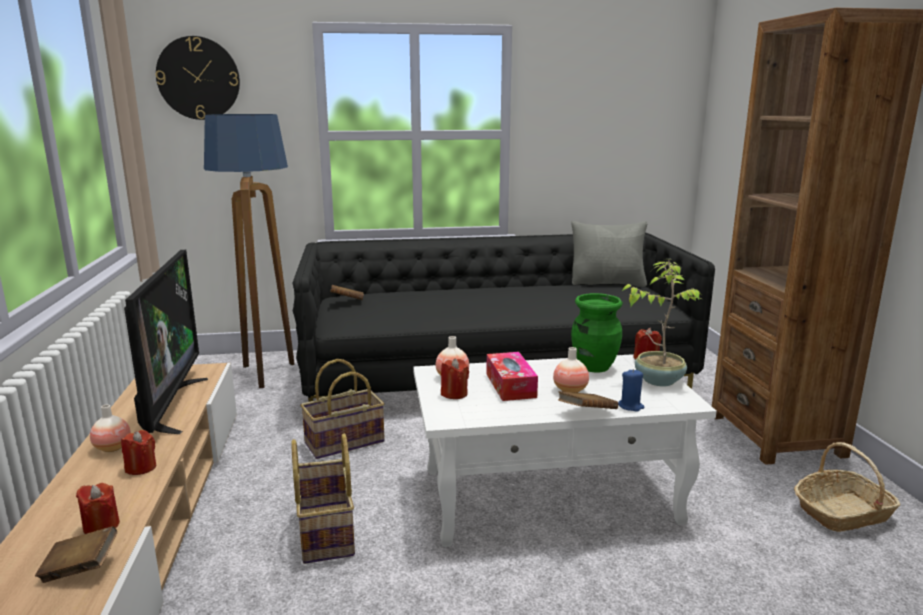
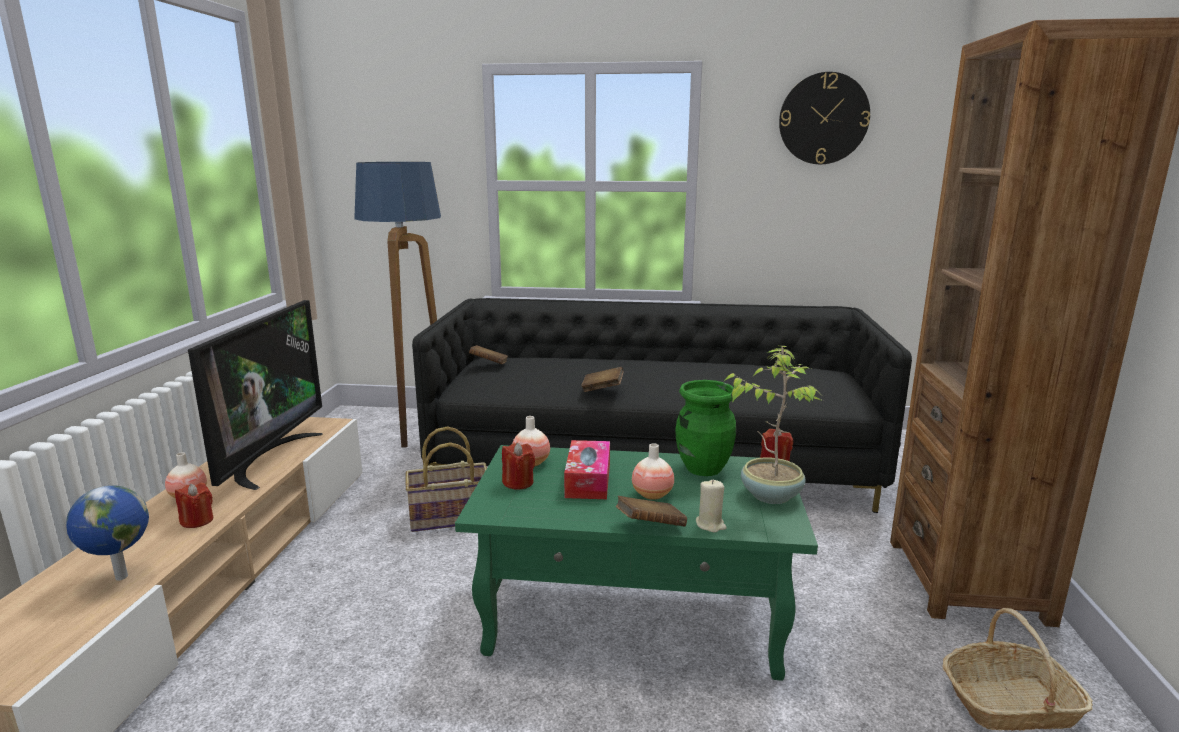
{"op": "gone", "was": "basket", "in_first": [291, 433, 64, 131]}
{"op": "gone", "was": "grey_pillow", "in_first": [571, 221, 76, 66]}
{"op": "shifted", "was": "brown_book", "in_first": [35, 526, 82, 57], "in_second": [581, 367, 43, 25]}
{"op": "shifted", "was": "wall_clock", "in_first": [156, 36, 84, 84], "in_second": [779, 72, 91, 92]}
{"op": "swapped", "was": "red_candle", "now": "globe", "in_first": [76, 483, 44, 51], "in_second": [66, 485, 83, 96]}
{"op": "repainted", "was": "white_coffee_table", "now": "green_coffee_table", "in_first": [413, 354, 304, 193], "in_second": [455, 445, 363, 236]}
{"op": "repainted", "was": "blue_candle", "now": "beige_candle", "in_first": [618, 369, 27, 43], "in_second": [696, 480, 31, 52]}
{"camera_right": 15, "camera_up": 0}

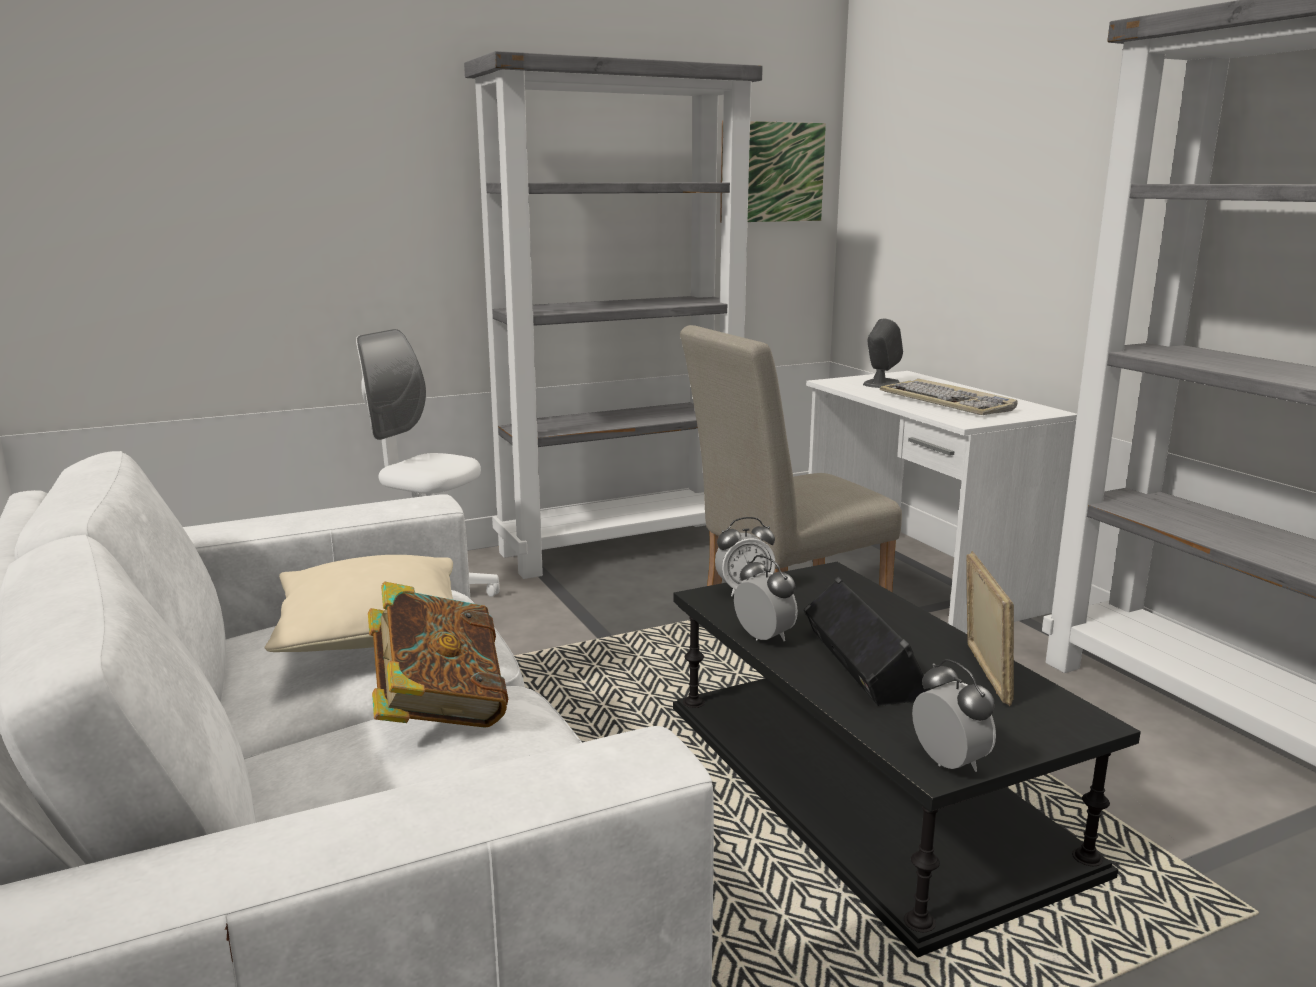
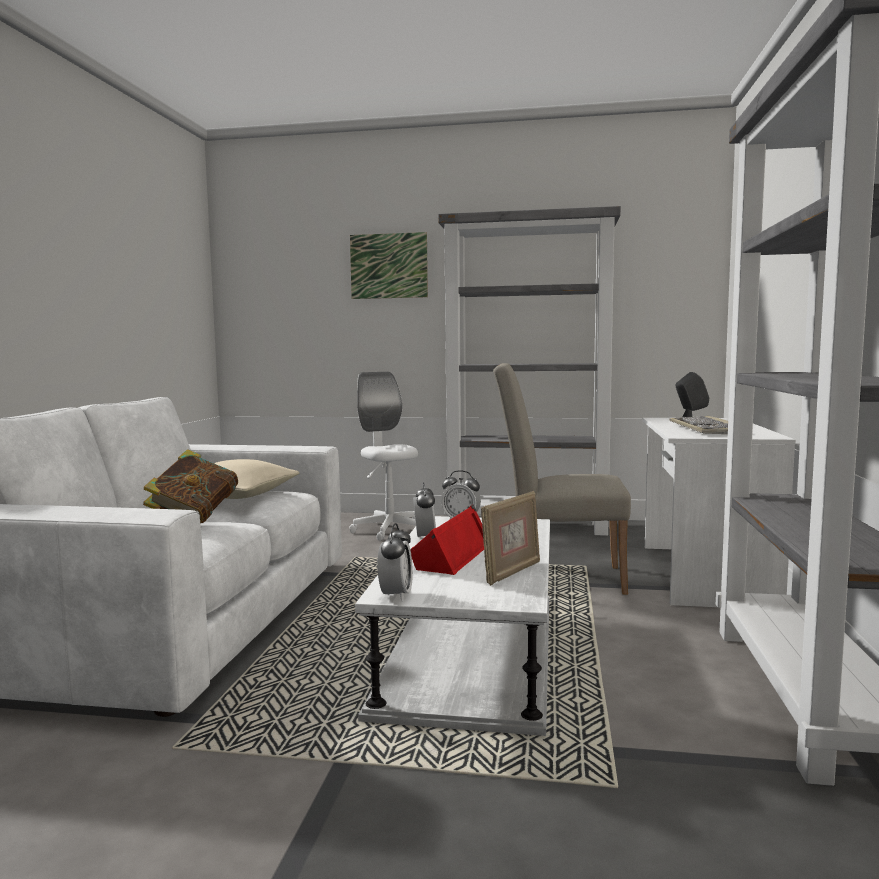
{"op": "shifted", "was": "picture", "in_first": [720, 121, 106, 102], "in_second": [350, 232, 78, 67]}
{"op": "repainted", "was": "black_coffee_table", "now": "white_coffee_table", "in_first": [673, 562, 468, 396], "in_second": [355, 516, 195, 220]}
{"op": "repainted", "was": "black_speaker", "now": "red_speaker", "in_first": [804, 576, 126, 130], "in_second": [410, 505, 74, 70]}
{"camera_right": 35, "camera_up": -10}

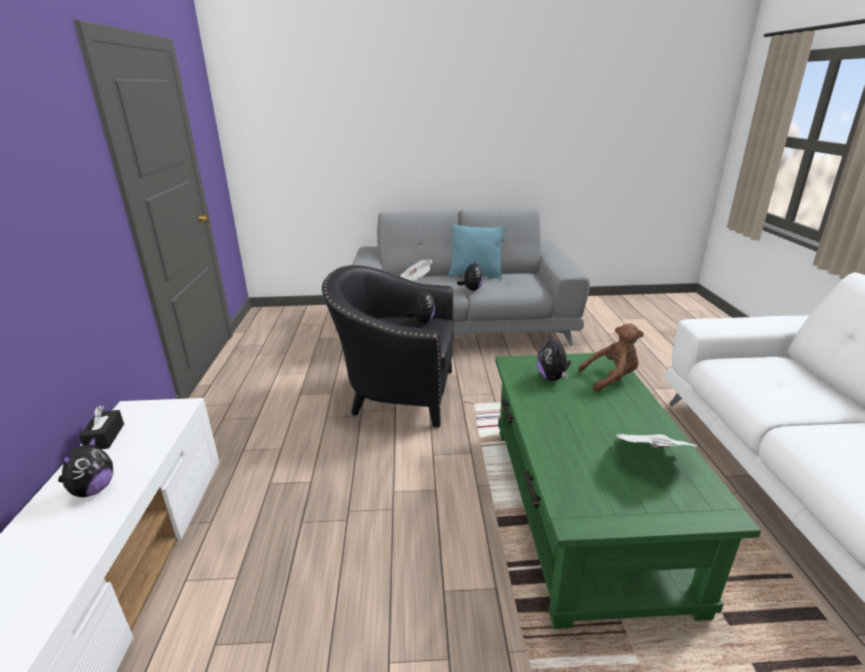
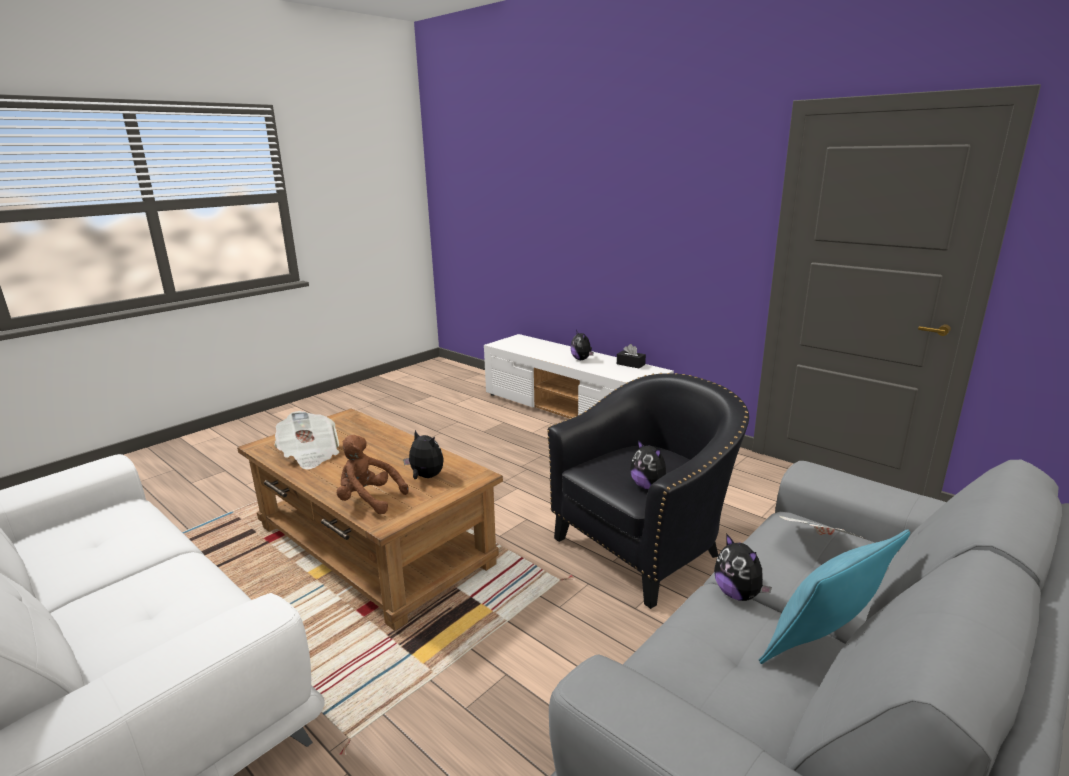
{"op": "repainted", "was": "green_coffee_table", "now": "brown_coffee_table", "in_first": [495, 353, 266, 276], "in_second": [237, 408, 266, 223]}
{"op": "rotated", "was": "brown_plush_toy", "in_first": [578, 323, 66, 69], "in_second": [337, 435, 72, 79], "clockwise": 75}
{"camera_right": 135, "camera_up": -5}

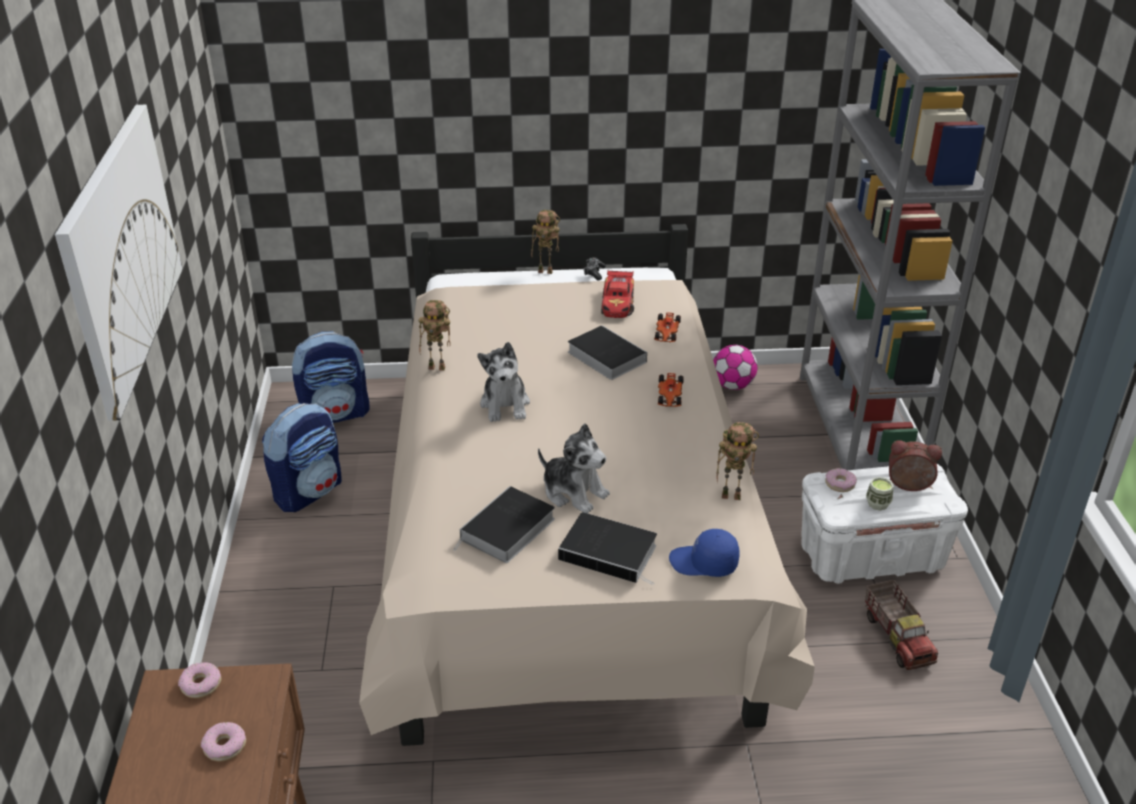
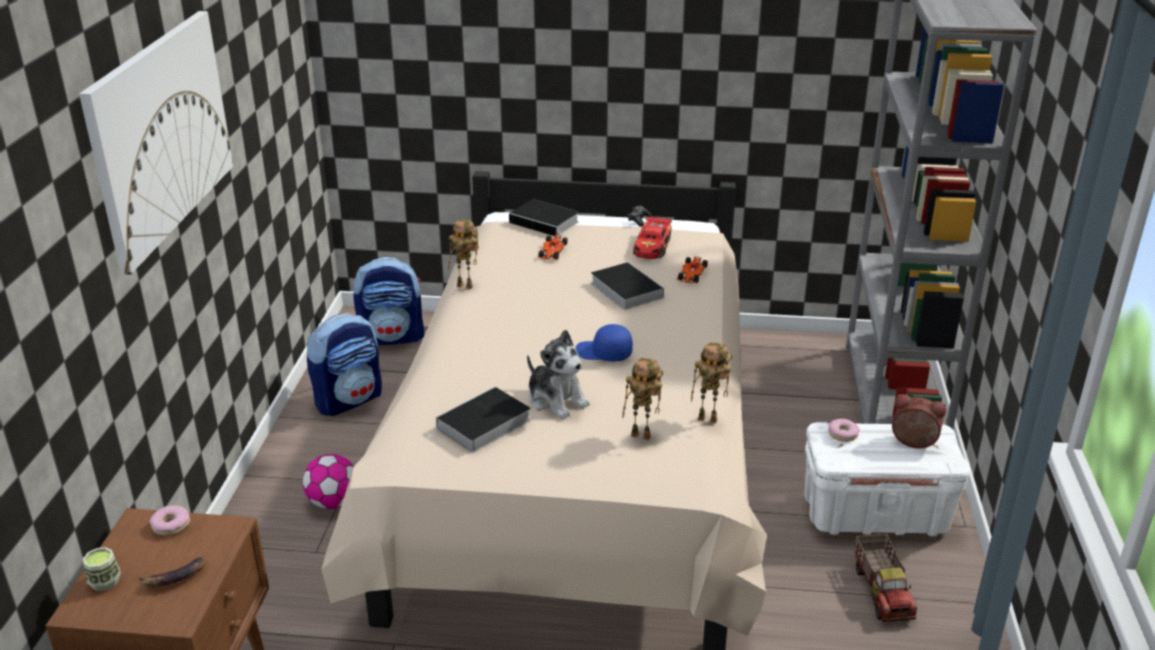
{"op": "gone", "was": "plush_toy", "in_first": [477, 342, 53, 80]}
{"op": "shifted", "was": "toy_robot", "in_first": [531, 210, 29, 64], "in_second": [622, 358, 41, 82]}
{"op": "shifted", "was": "book", "in_first": [558, 512, 99, 73], "in_second": [509, 199, 70, 38]}
{"op": "shifted", "was": "toy_car", "in_first": [658, 373, 26, 34], "in_second": [537, 235, 31, 25]}
{"op": "shifted", "was": "blue_cap", "in_first": [669, 529, 71, 48], "in_second": [575, 324, 58, 38]}
{"op": "shifted", "was": "football", "in_first": [713, 345, 45, 45], "in_second": [302, 454, 52, 55]}
{"op": "shifted", "was": "cup", "in_first": [866, 477, 28, 34], "in_second": [83, 547, 38, 44]}
{"op": "swapped", "was": "donut", "now": "banana", "in_first": [201, 722, 45, 39], "in_second": [138, 557, 67, 30]}
{"camera_right": 10, "camera_up": -5}

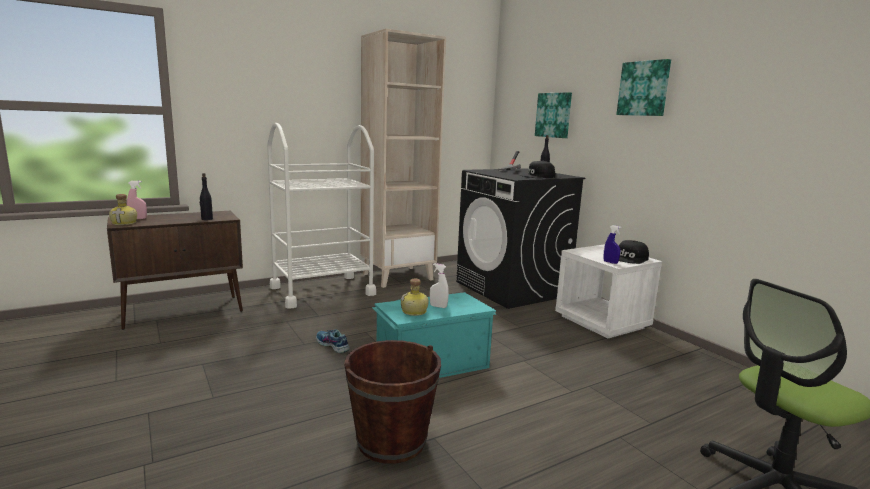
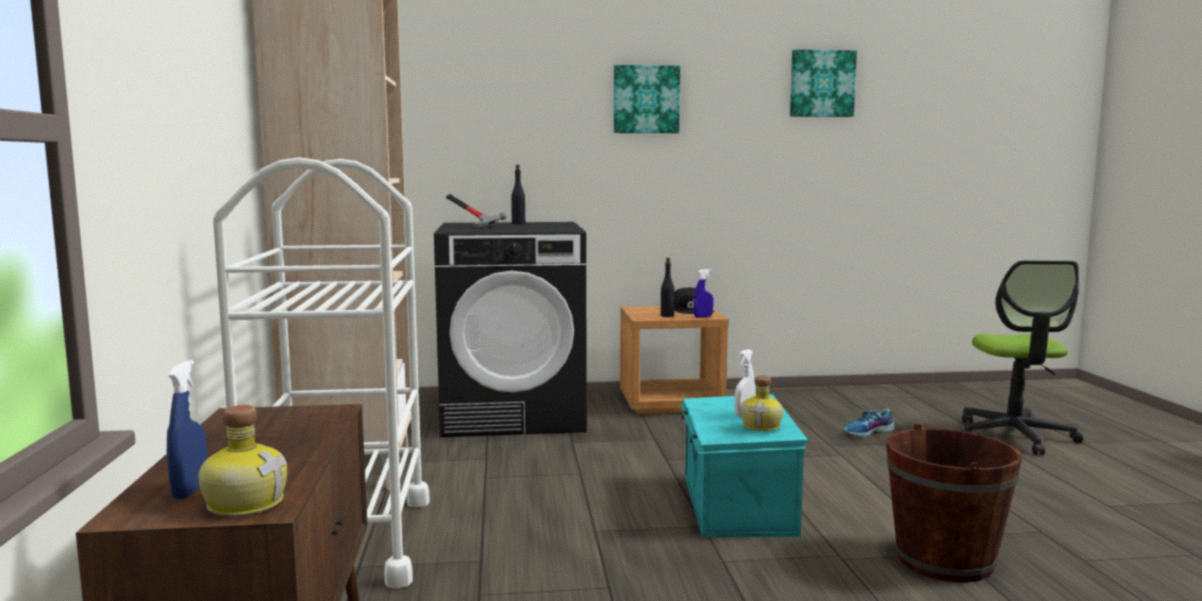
{"op": "gone", "was": "black_cap", "in_first": [520, 161, 35, 17]}
{"op": "shifted", "was": "black_bottle", "in_first": [200, 173, 13, 47], "in_second": [661, 258, 13, 59]}
{"op": "shifted", "was": "shoe", "in_first": [316, 329, 34, 24], "in_second": [843, 408, 51, 30]}
{"op": "shifted", "was": "picture", "in_first": [535, 92, 37, 46], "in_second": [790, 49, 67, 68]}
{"op": "repainted", "was": "pink_spray_bottle", "now": "blue_spray_bottle", "in_first": [127, 181, 20, 38], "in_second": [167, 360, 41, 139]}
{"op": "repainted", "was": "white_nightstand", "now": "brown_nightstand", "in_first": [555, 245, 107, 93], "in_second": [620, 306, 109, 108]}
{"camera_right": -65, "camera_up": -5}

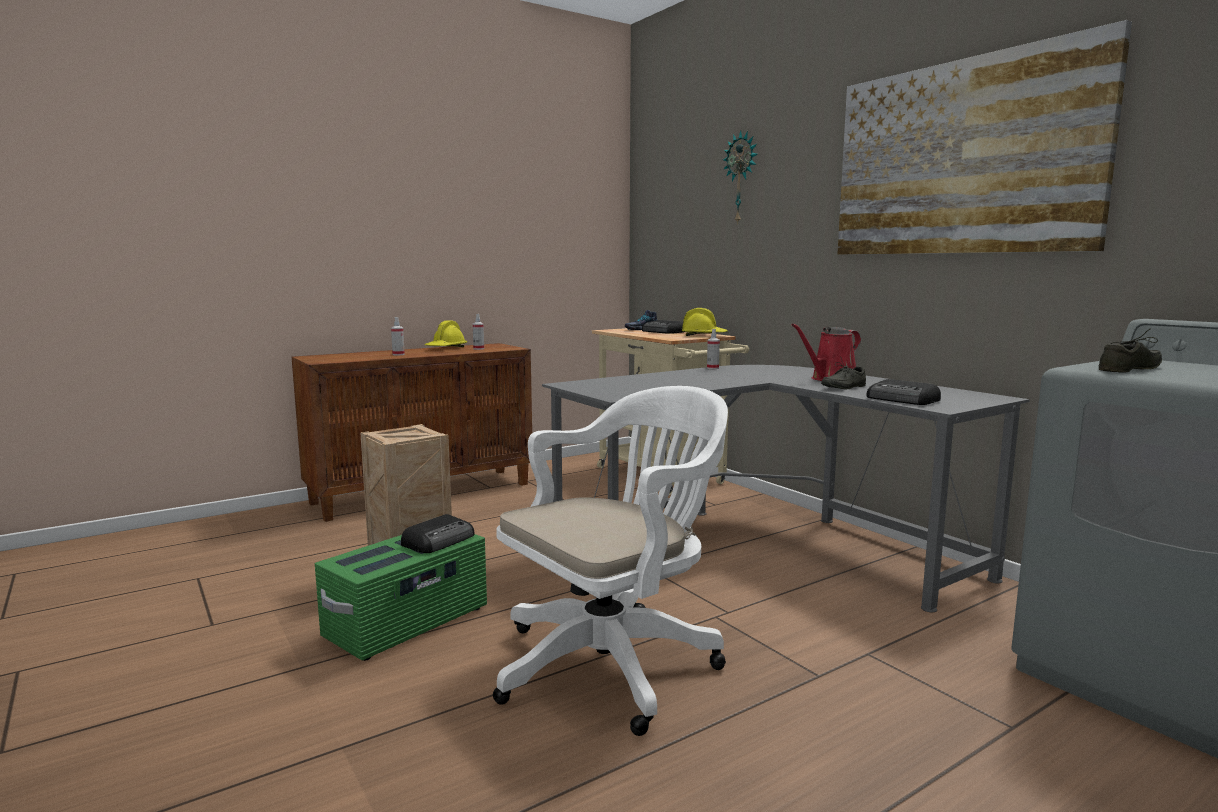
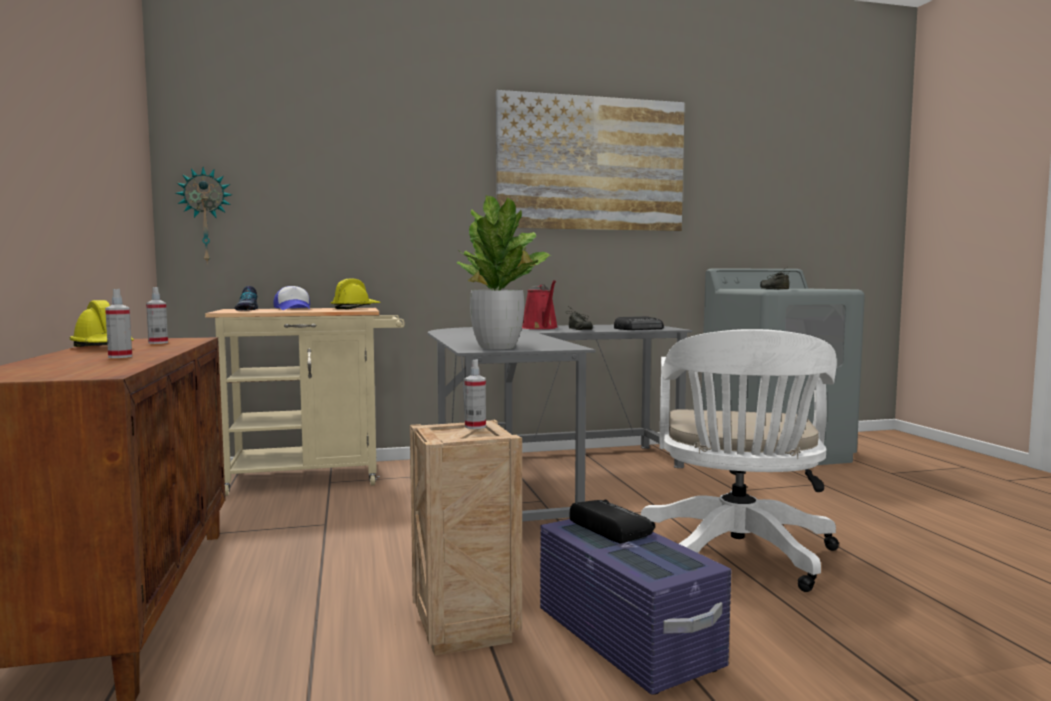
{"op": "new", "now": "potted_plant", "in_second": [457, 196, 94, 153]}
{"op": "shifted", "was": "spray_bottle", "in_first": [707, 329, 13, 40], "in_second": [464, 359, 22, 70]}
{"op": "shifted", "was": "wall_clock", "in_first": [723, 131, 35, 94], "in_second": [176, 167, 56, 97]}
{"op": "swapped", "was": "radio", "now": "cap", "in_first": [642, 320, 42, 14], "in_second": [273, 286, 37, 24]}
{"op": "repainted", "was": "green_storage_box", "now": "purple_storage_box", "in_first": [315, 534, 172, 127], "in_second": [540, 519, 191, 176]}
{"op": "rotated", "was": "white_office_chair", "in_first": [493, 386, 235, 350], "in_second": [641, 329, 198, 263], "clockwise": -150}
{"camera_right": -70, "camera_up": -5}

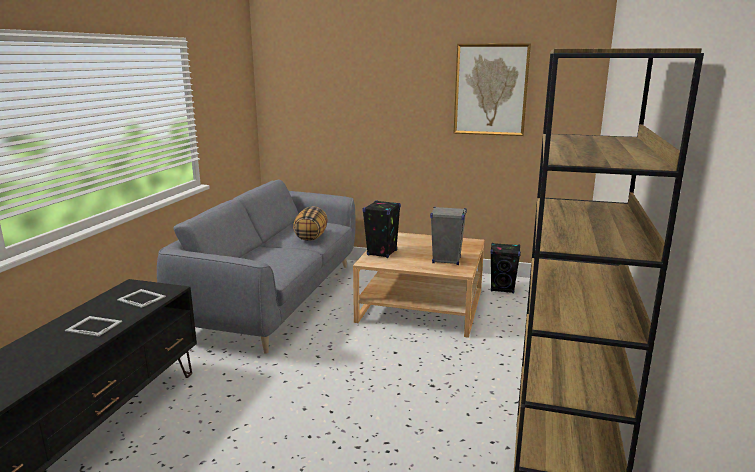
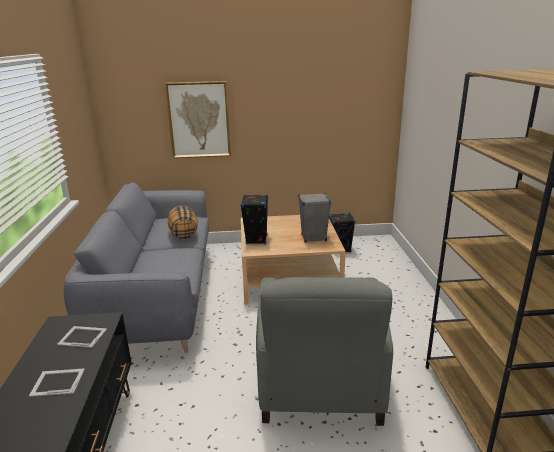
{"op": "new", "now": "grey_armchair", "in_second": [256, 277, 137, 149]}
{"op": "shifted", "was": "picture", "in_first": [453, 43, 78, 93], "in_second": [165, 81, 66, 77]}
{"camera_right": -20, "camera_up": 5}

